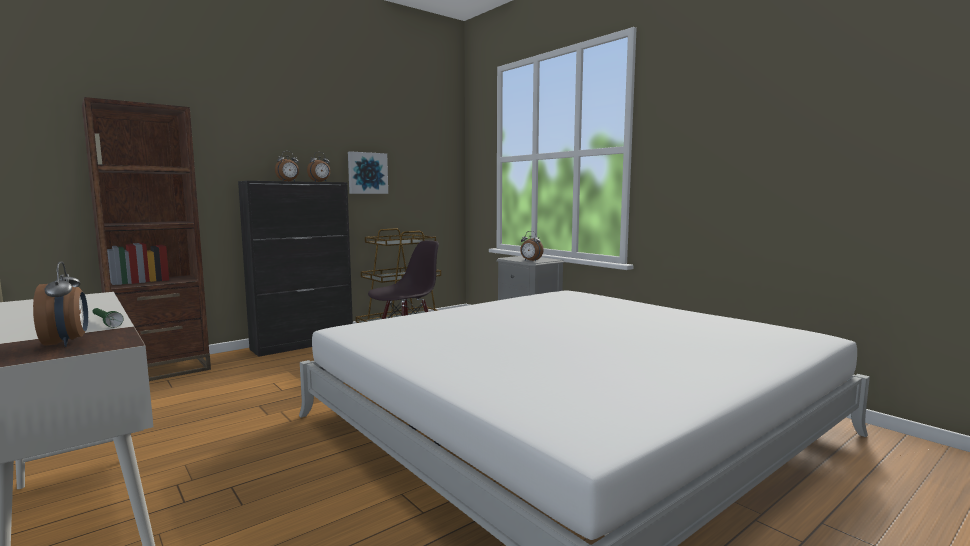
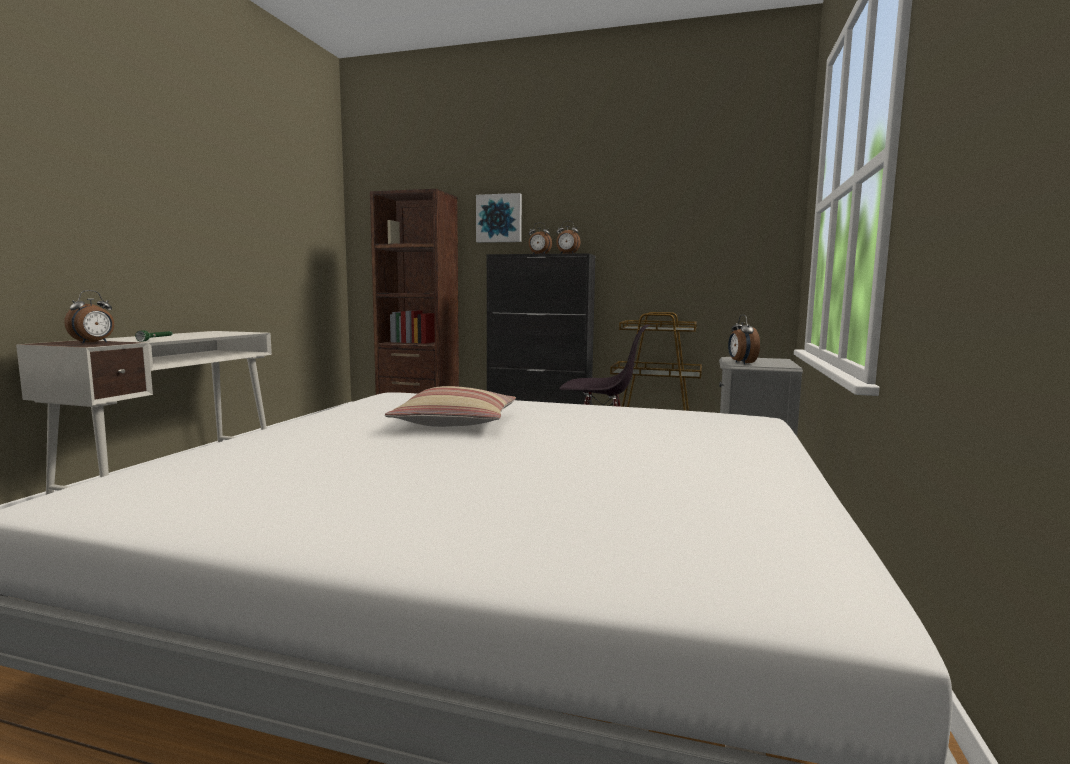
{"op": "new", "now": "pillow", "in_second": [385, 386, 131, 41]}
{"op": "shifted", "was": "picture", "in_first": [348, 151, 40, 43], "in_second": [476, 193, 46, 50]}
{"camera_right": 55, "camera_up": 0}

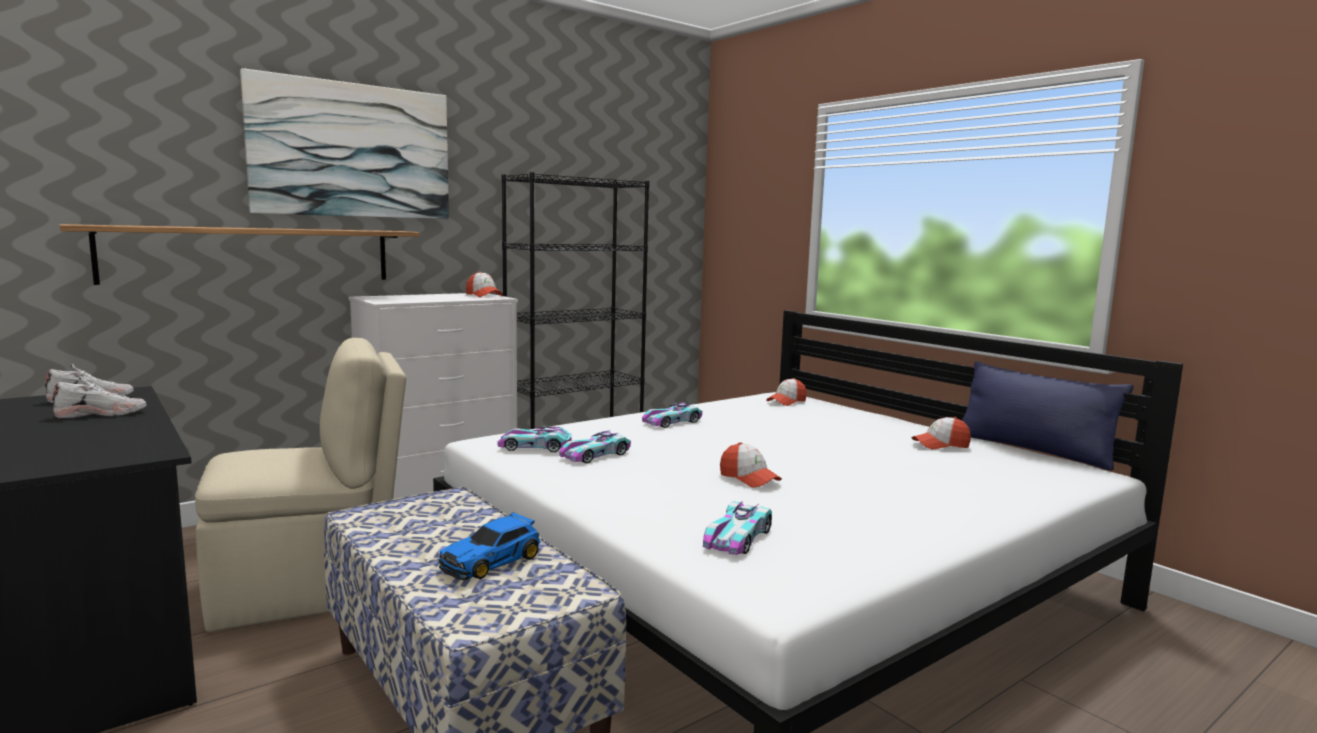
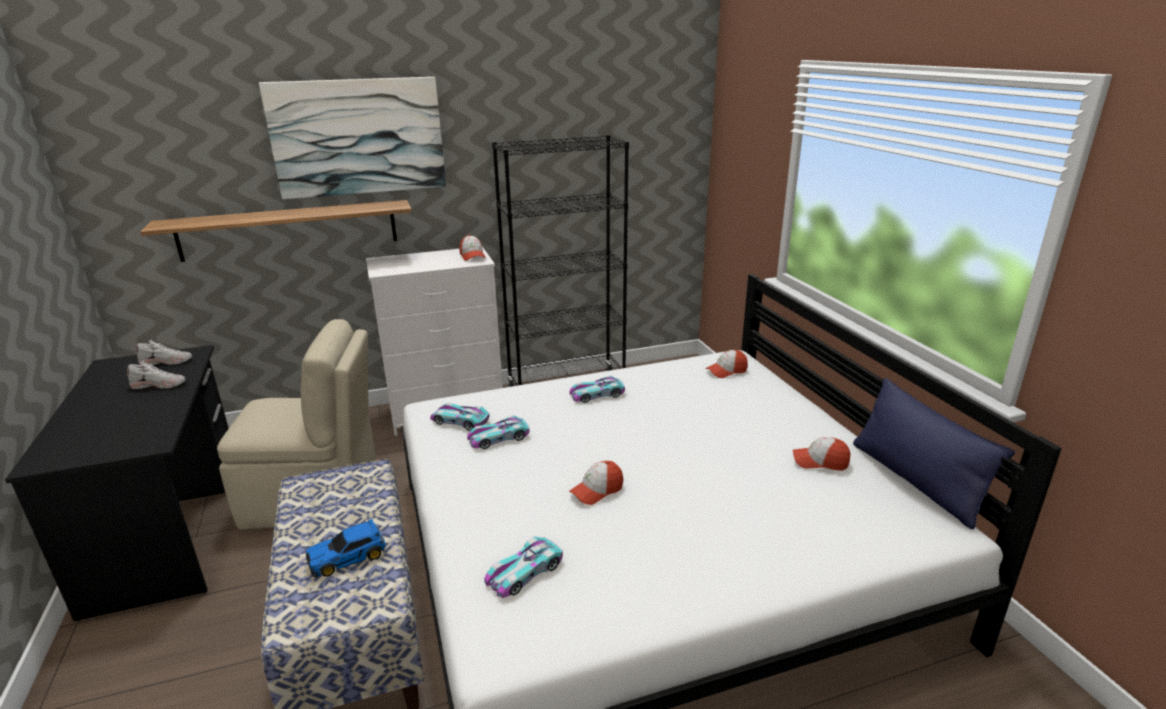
{"op": "rotated", "was": "cap", "in_first": [720, 442, 62, 46], "in_second": [569, 461, 54, 44], "clockwise": 75}
{"camera_right": 20, "camera_up": 15}

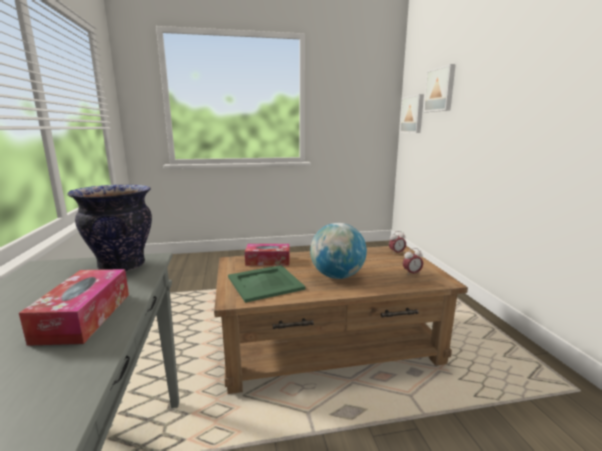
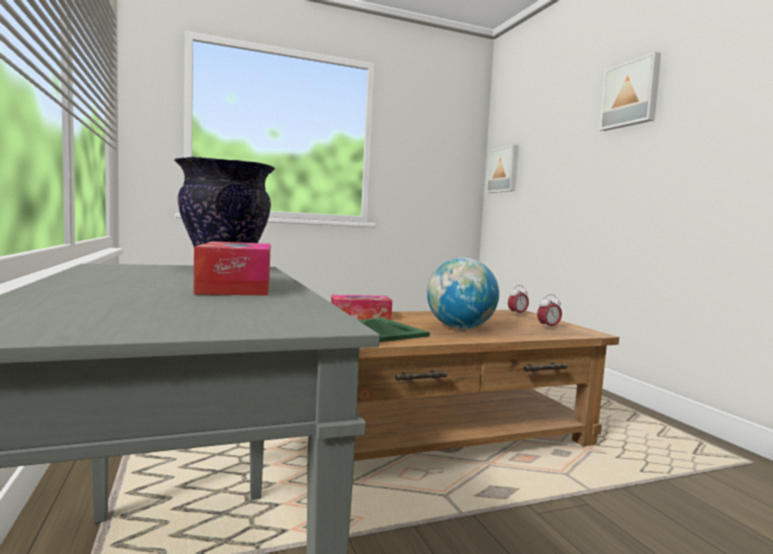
{"op": "shifted", "was": "picture", "in_first": [423, 64, 33, 48], "in_second": [599, 52, 62, 79]}
{"camera_right": -10, "camera_up": -10}

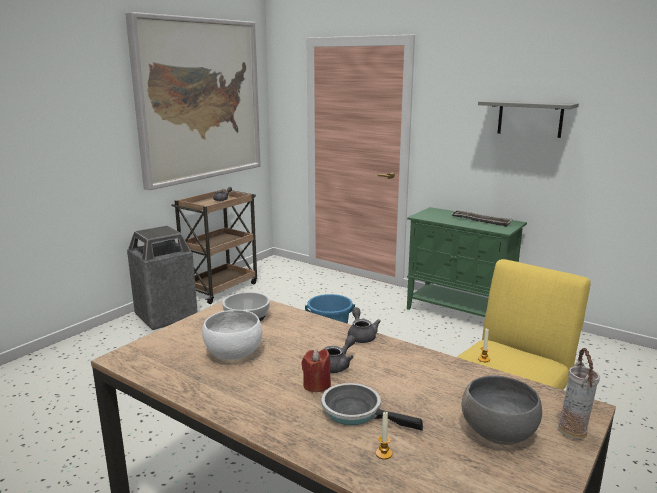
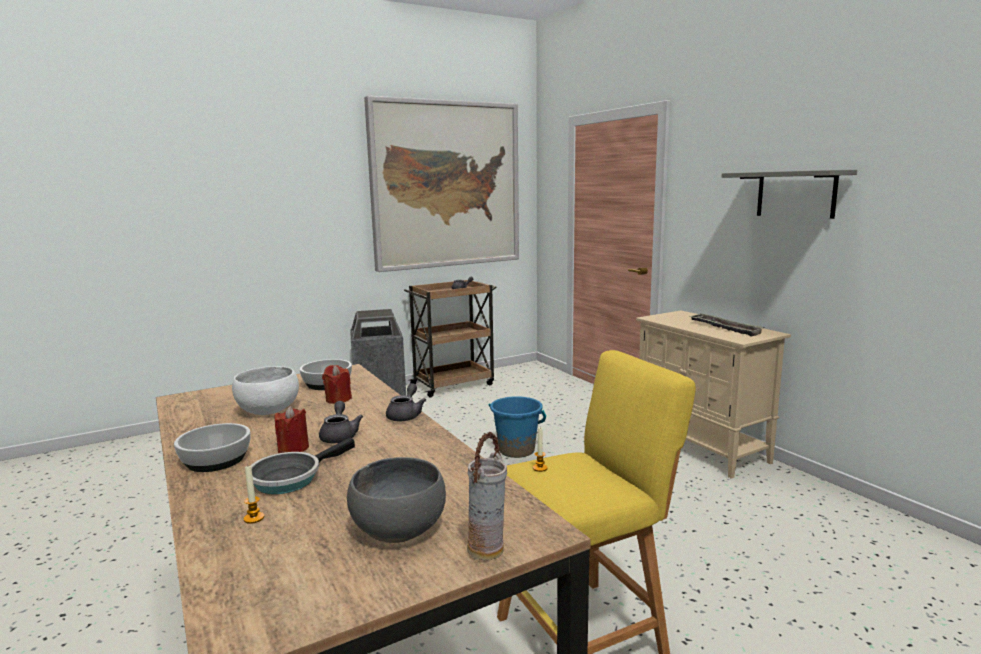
{"op": "new", "now": "bowl", "in_second": [174, 423, 76, 49]}
{"op": "new", "now": "red_candle", "in_second": [322, 365, 30, 39]}
{"op": "repainted", "was": "green_cabinet", "now": "beige_cabinet", "in_first": [407, 207, 120, 110], "in_second": [636, 310, 155, 169]}
{"op": "rotated", "was": "frying_pan", "in_first": [321, 383, 102, 48], "in_second": [251, 437, 104, 57], "clockwise": -105}
{"op": "rotated", "was": "grey_teapot", "in_first": [323, 335, 33, 38], "in_second": [319, 401, 44, 42], "clockwise": -75}
{"camera_right": 25, "camera_up": -5}

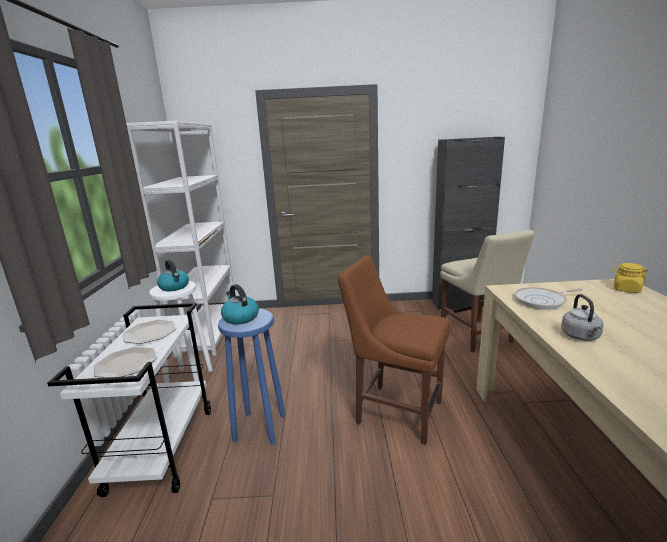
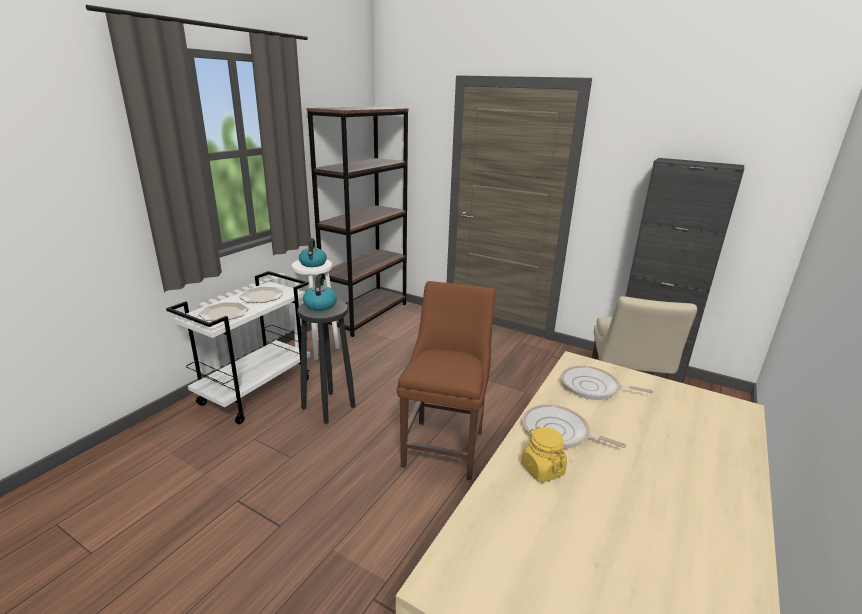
{"op": "shifted", "was": "yellow_jar", "in_first": [613, 263, 35, 30], "in_second": [521, 427, 46, 55]}
{"op": "swapped", "was": "grey_kettle", "now": "frying_pan", "in_first": [561, 294, 43, 47], "in_second": [523, 404, 103, 45]}
{"op": "repainted", "was": "white_bookcase", "now": "brown_bookcase", "in_first": [126, 121, 107, 237], "in_second": [307, 107, 102, 230]}
{"op": "repainted", "was": "blue_stool", "now": "black_stool", "in_first": [218, 308, 67, 136], "in_second": [297, 300, 58, 124]}
{"op": "rotated", "was": "brown_chair", "in_first": [338, 256, 113, 189], "in_second": [397, 281, 98, 199], "clockwise": 45}
{"camera_right": 30, "camera_up": 5}

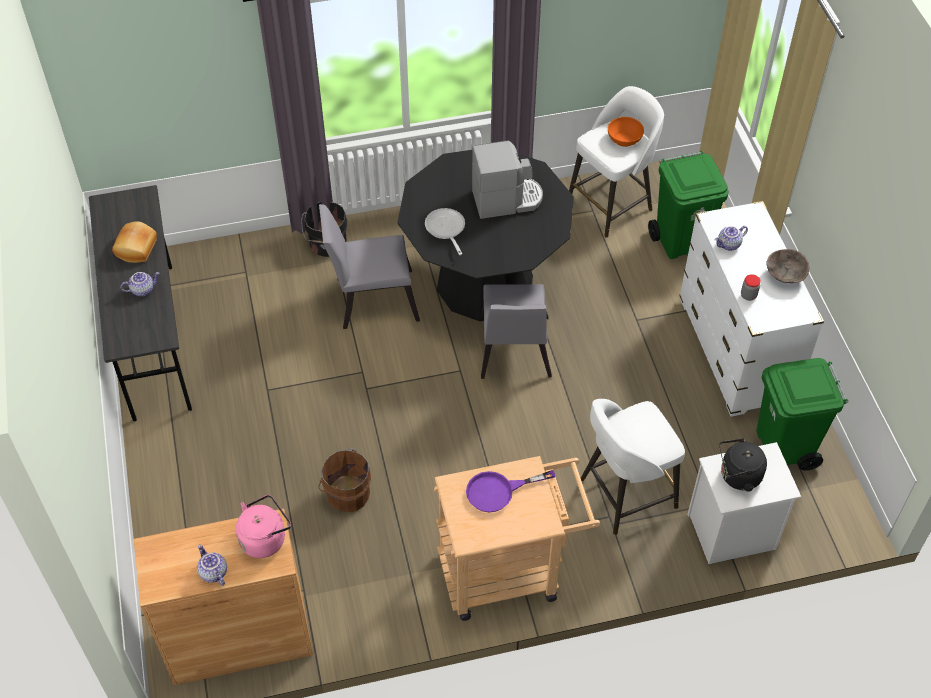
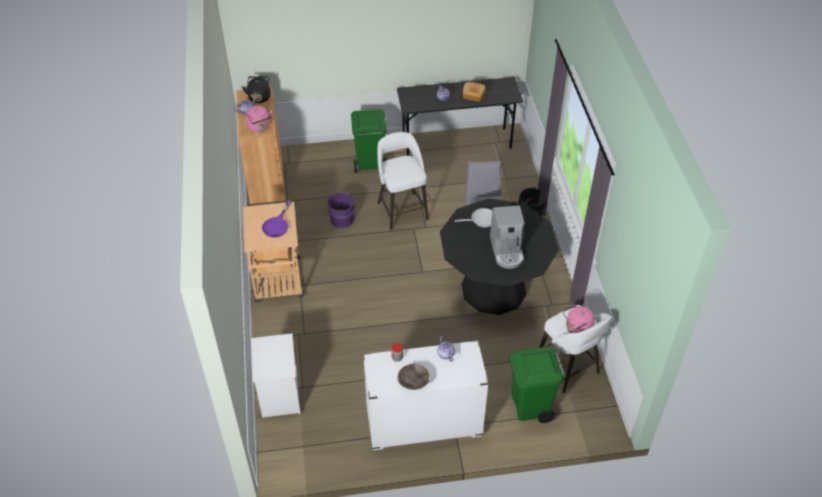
{"op": "gone", "was": "grey_chair", "in_first": [481, 284, 71, 95]}
{"op": "shifted", "was": "white_stool", "in_first": [581, 399, 104, 136], "in_second": [377, 132, 51, 98]}
{"op": "shifted", "was": "black_kettle", "in_first": [719, 438, 48, 54], "in_second": [242, 76, 29, 27]}
{"op": "shifted", "was": "green_trash_can", "in_first": [756, 358, 92, 112], "in_second": [351, 109, 36, 64]}
{"op": "swapped", "was": "orange_bowl", "now": "pink_kettle", "in_first": [608, 117, 36, 30], "in_second": [563, 305, 31, 28]}
{"op": "repainted", "was": "brown_bucket", "now": "purple_bucket", "in_first": [318, 448, 53, 64], "in_second": [328, 192, 29, 36]}
{"op": "rotated", "was": "purple_frying_pan", "in_first": [466, 470, 89, 42], "in_second": [262, 200, 29, 38], "clockwise": -150}
{"camera_right": 95, "camera_up": -5}

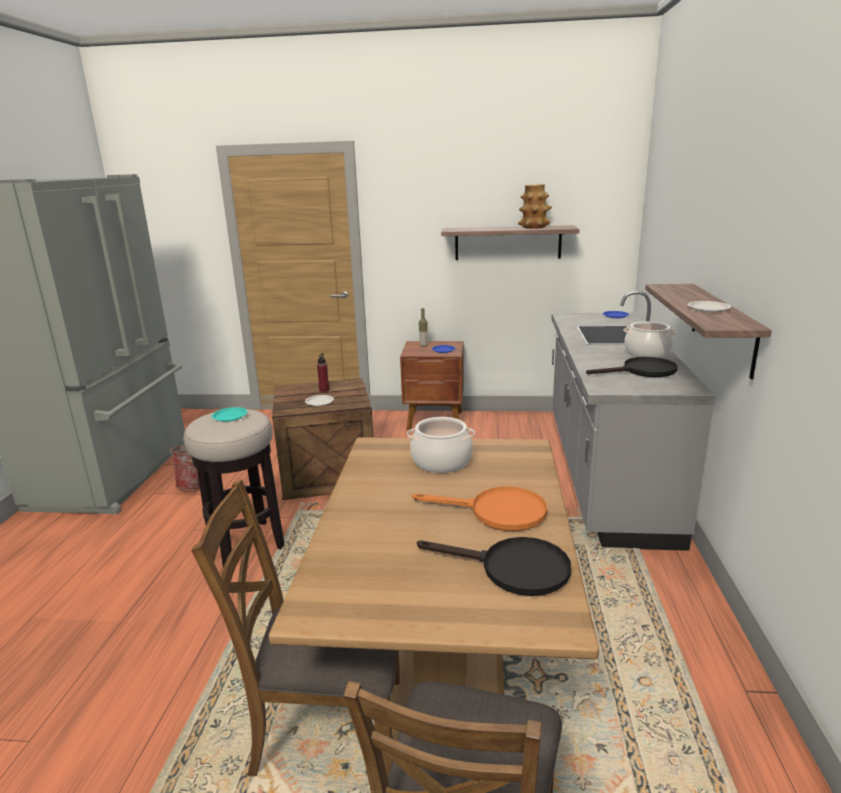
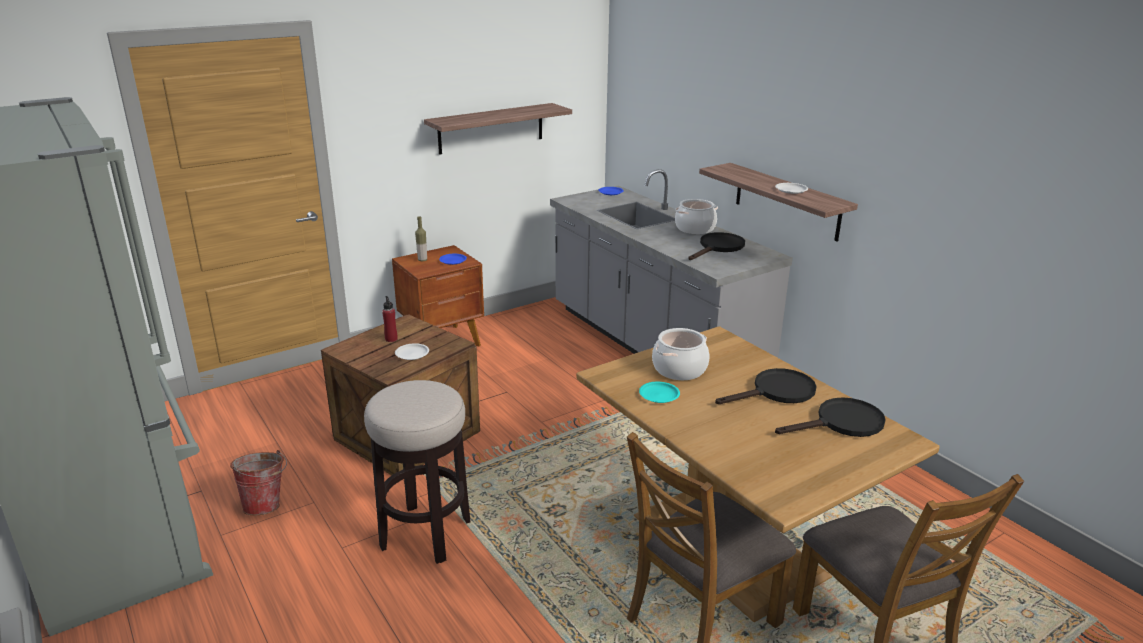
{"op": "gone", "was": "vase", "in_first": [518, 184, 34, 45]}
{"op": "shifted", "was": "turquoise_plate", "in_first": [211, 407, 36, 15], "in_second": [639, 382, 41, 21]}
{"op": "repainted", "was": "orange_frying_pan", "now": "black_frying_pan", "in_first": [412, 486, 135, 45], "in_second": [715, 368, 102, 36]}
{"camera_right": -40, "camera_up": 5}

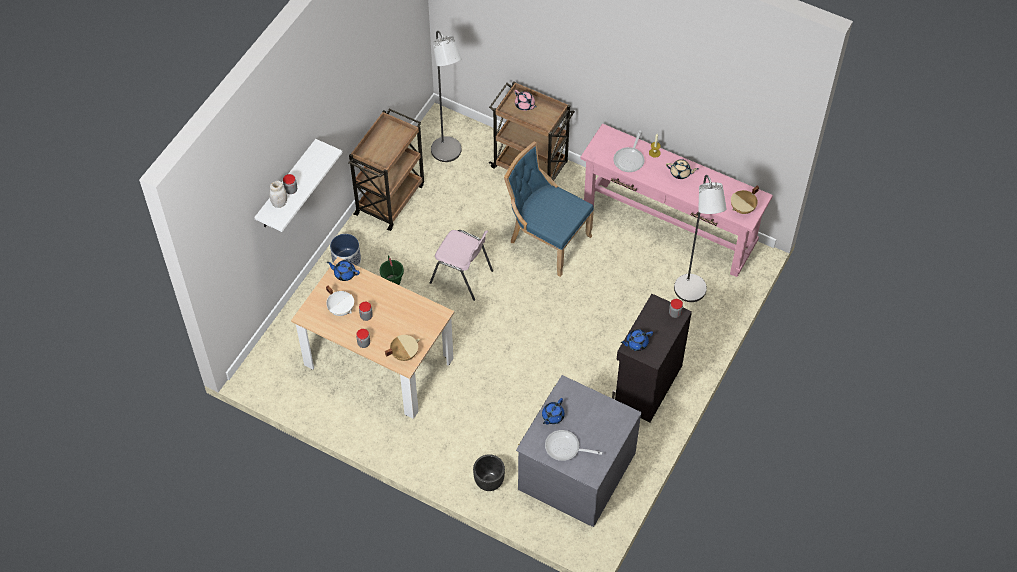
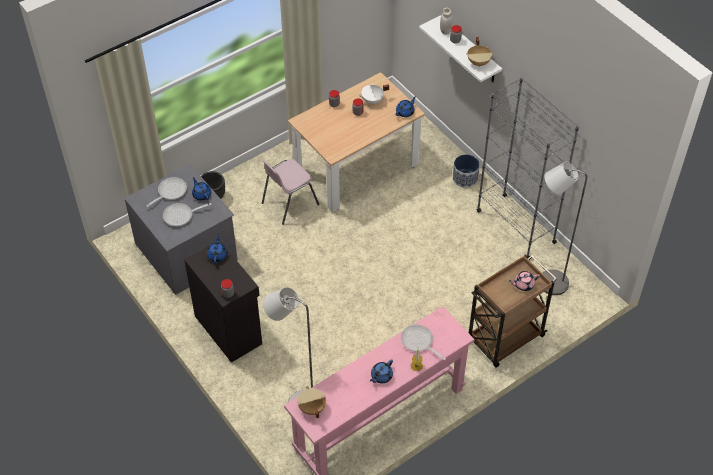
{"op": "gone", "was": "green_bucket", "in_first": [380, 255, 24, 30]}
{"op": "gone", "was": "blue_chair", "in_first": [504, 142, 90, 135]}
{"op": "new", "now": "frying_pan", "in_second": [163, 203, 48, 23]}
{"op": "shifted", "was": "beige_cooking_pot", "in_first": [385, 335, 35, 26], "in_second": [467, 37, 25, 30]}
{"op": "shifted", "was": "pink_chair", "in_first": [430, 230, 63, 71], "in_second": [262, 159, 57, 66]}
{"op": "swapped", "was": "brown_cart", "now": "grey_bookcase", "in_first": [348, 109, 76, 122], "in_second": [477, 77, 102, 182]}
{"op": "repainted", "was": "beige_teapot", "now": "blue_teapot", "in_first": [666, 159, 33, 20], "in_second": [370, 359, 23, 24]}
{"camera_right": 115, "camera_up": -5}

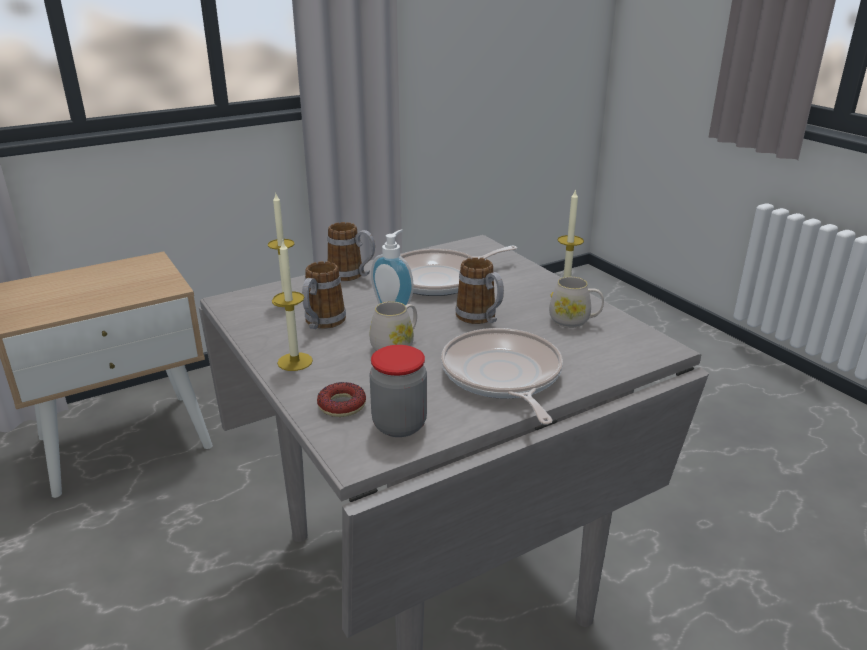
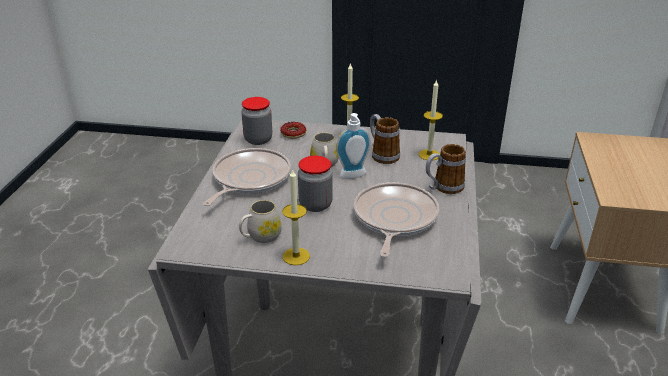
{"op": "swapped", "was": "mug", "now": "jar", "in_first": [455, 258, 49, 66], "in_second": [298, 156, 35, 56]}
{"op": "rotated", "was": "frying_pan", "in_first": [441, 328, 122, 96], "in_second": [203, 148, 88, 58], "clockwise": -90}
{"camera_right": 130, "camera_up": 5}

